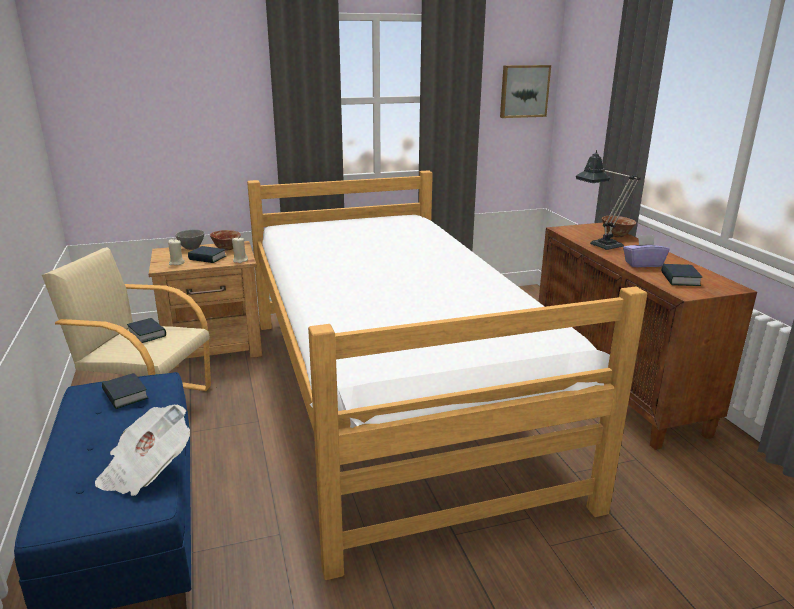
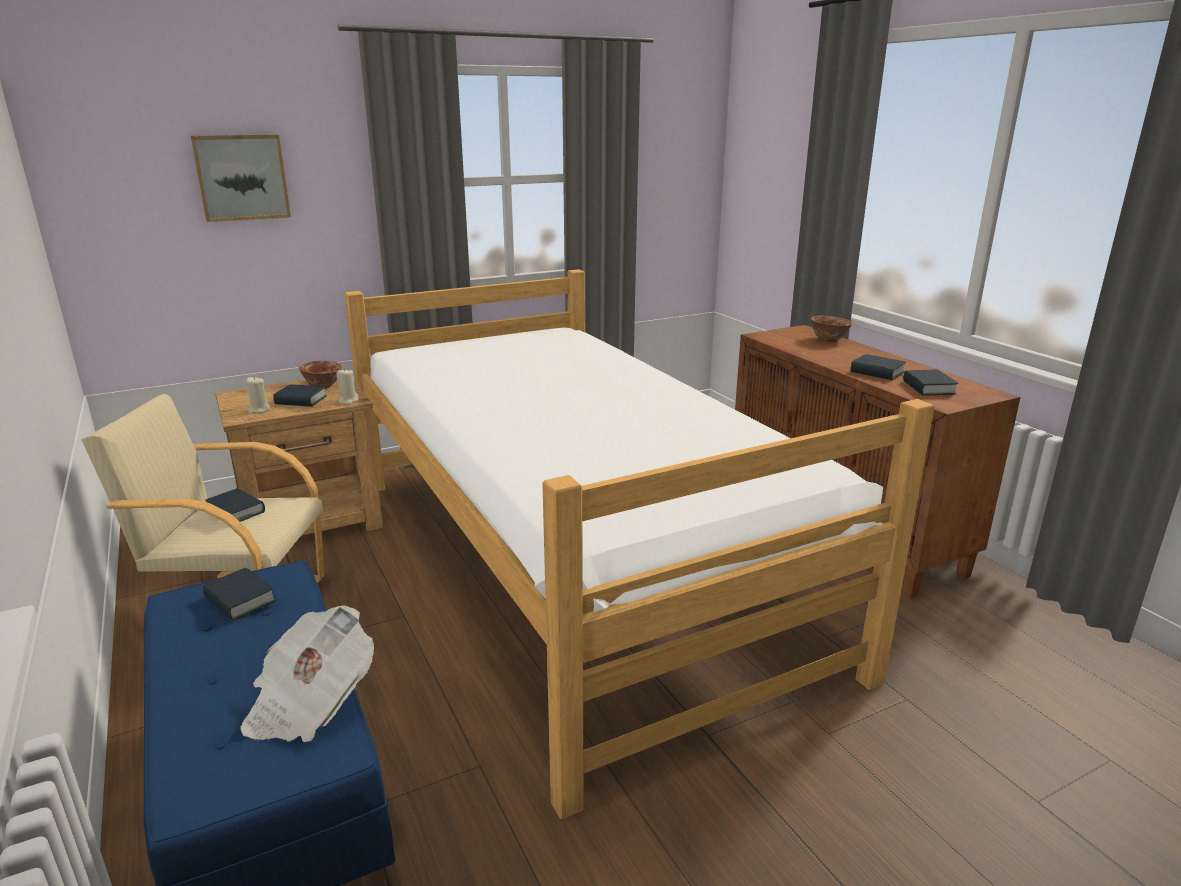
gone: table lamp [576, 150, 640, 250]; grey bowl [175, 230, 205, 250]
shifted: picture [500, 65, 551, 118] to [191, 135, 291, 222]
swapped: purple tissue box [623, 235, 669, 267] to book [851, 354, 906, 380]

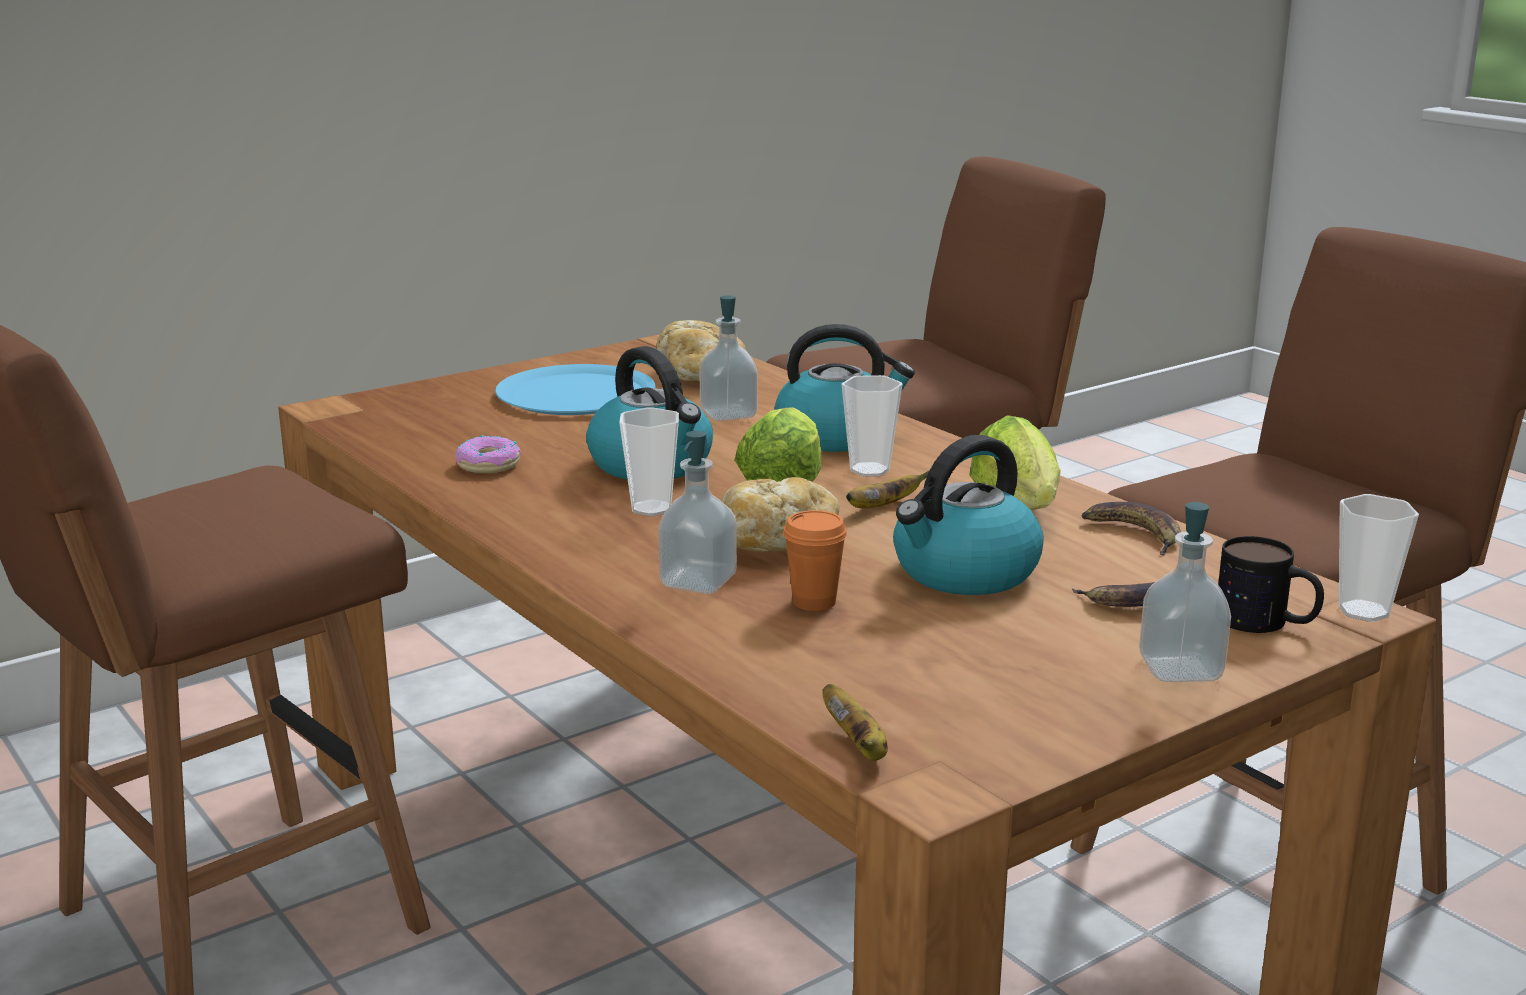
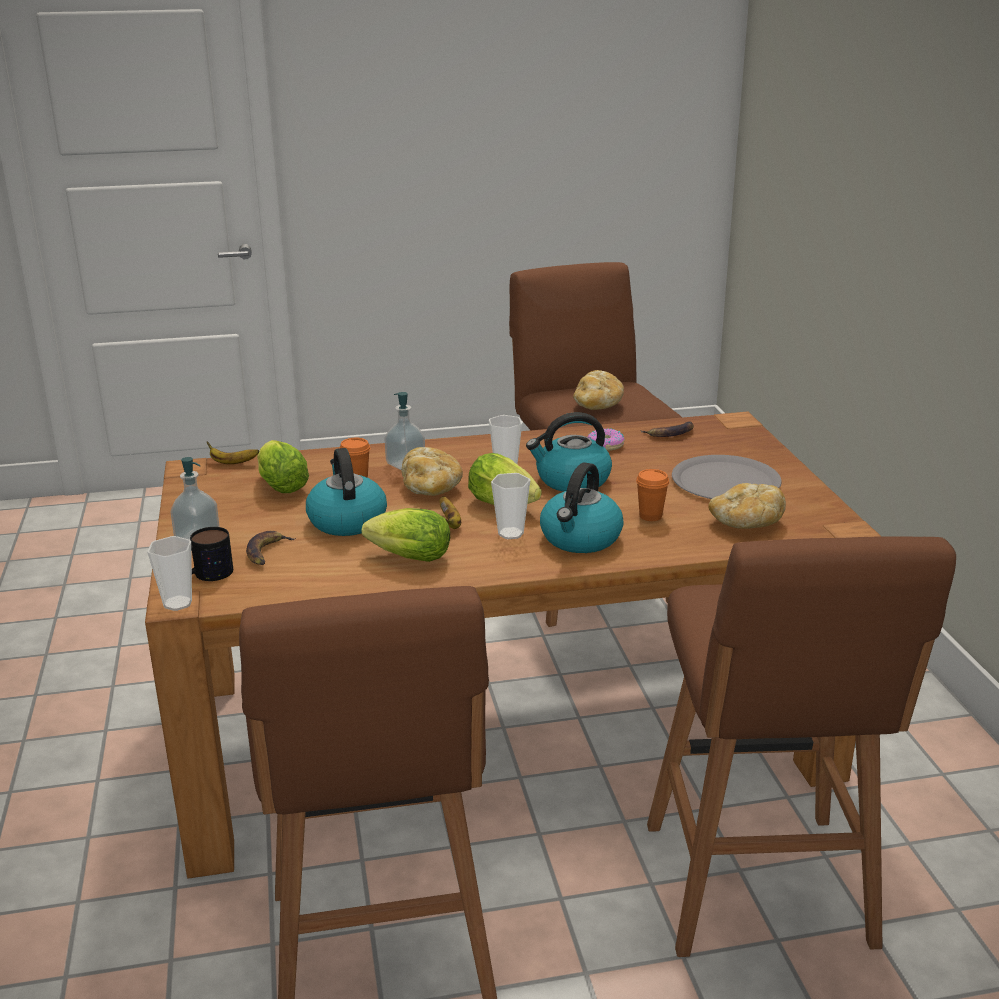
new: bread [573, 370, 624, 410]; lettuce [257, 440, 309, 493]
shifted: banana [1081, 502, 1181, 556] to [640, 421, 694, 437]
swapped: soap dispenser [699, 295, 758, 421] to orange cup [636, 469, 669, 521]
repainted: blue plate [495, 364, 656, 415] to grey plate [672, 455, 782, 499]

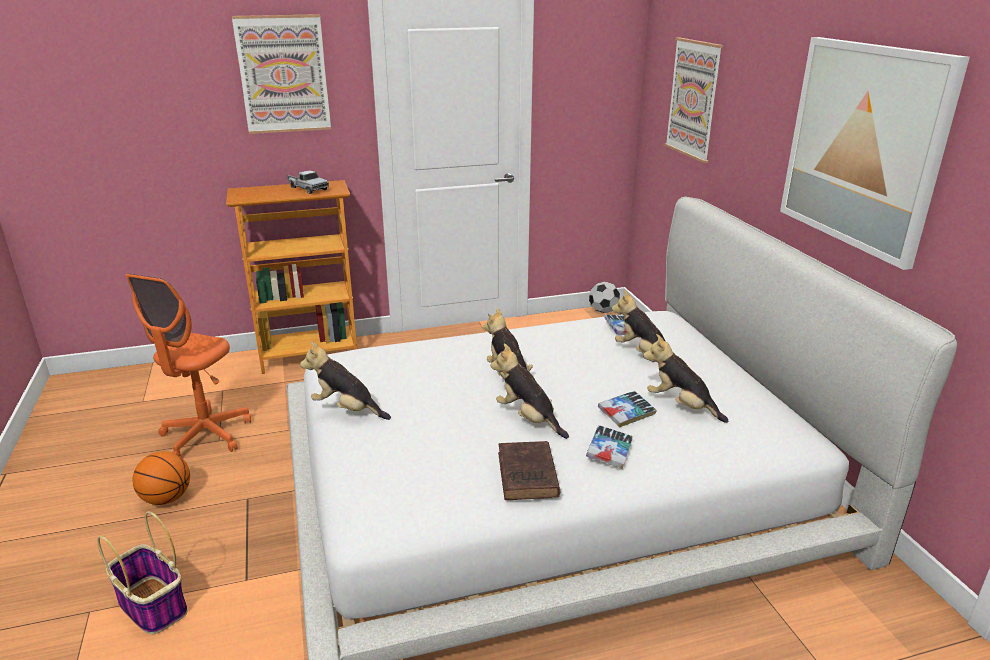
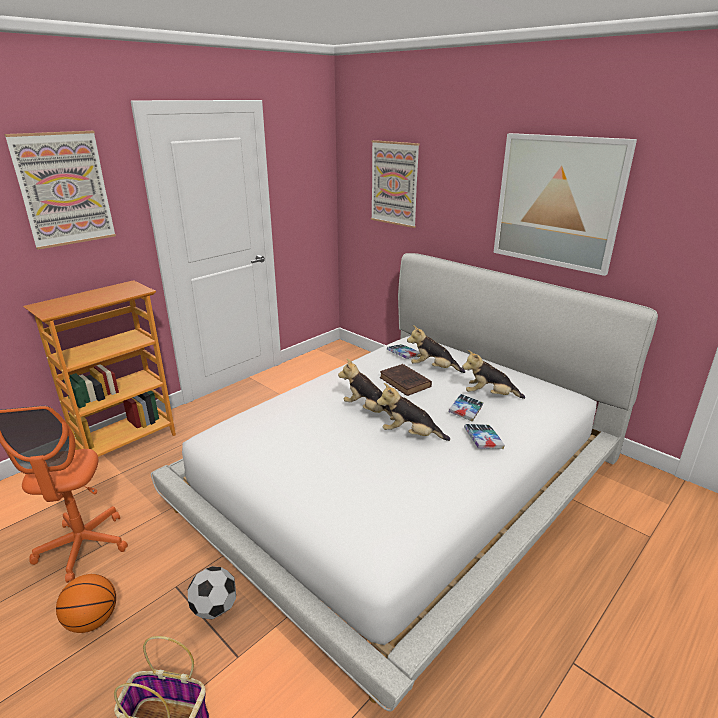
gone: toy truck [287, 171, 329, 194]; plush toy [300, 341, 391, 420]
shifted: football [589, 282, 620, 313] to [188, 566, 236, 620]; brown book [498, 441, 560, 500] to [380, 364, 432, 396]

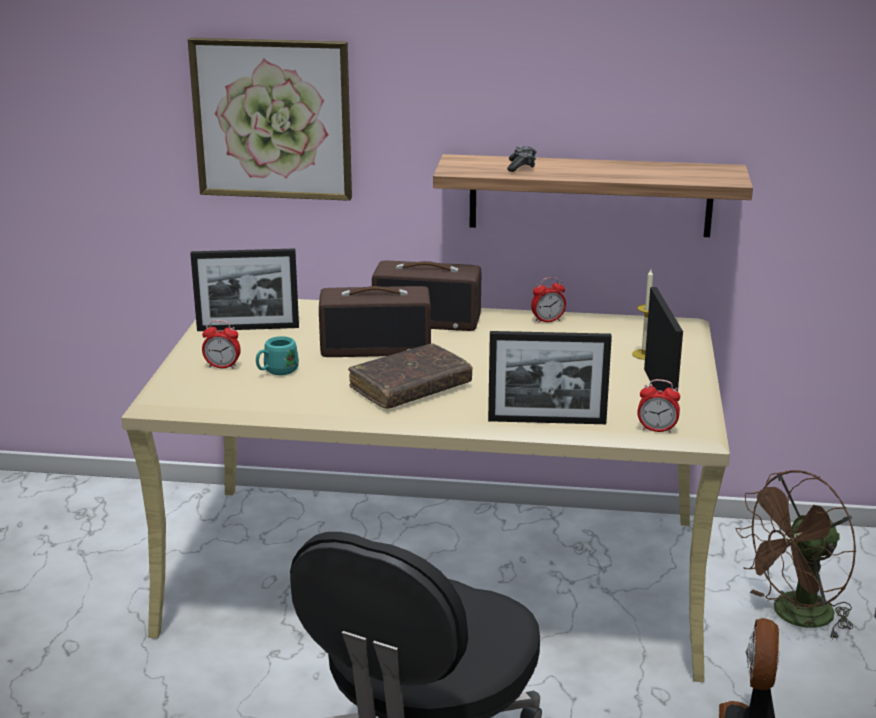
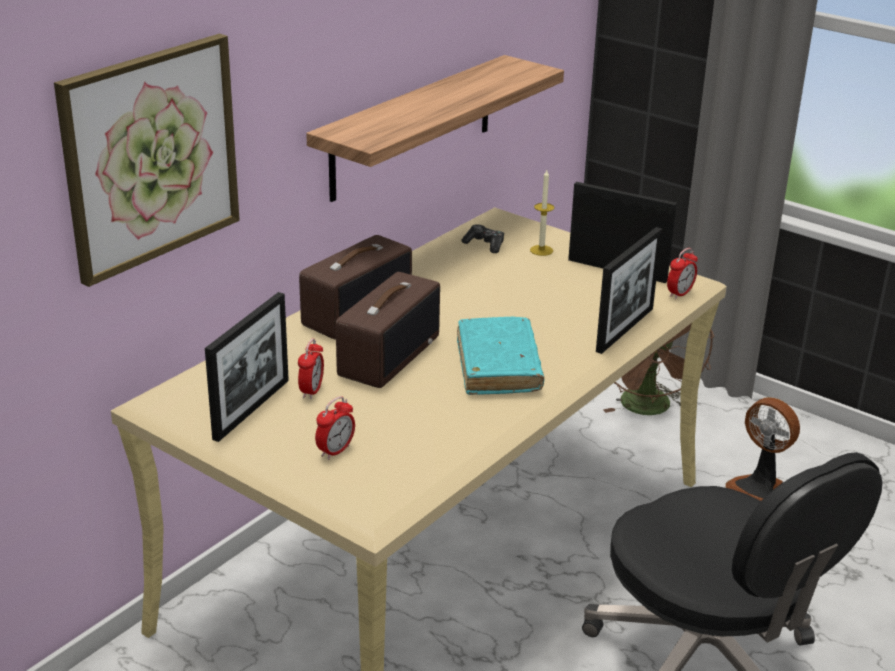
gone: turquoise mug [256, 336, 299, 375]
shifted: game controller [507, 146, 537, 172] to [461, 224, 504, 253]; alarm clock [531, 277, 566, 324] to [298, 338, 324, 399]
repainted: brown book [348, 343, 473, 409] to turquoise book [457, 317, 544, 395]

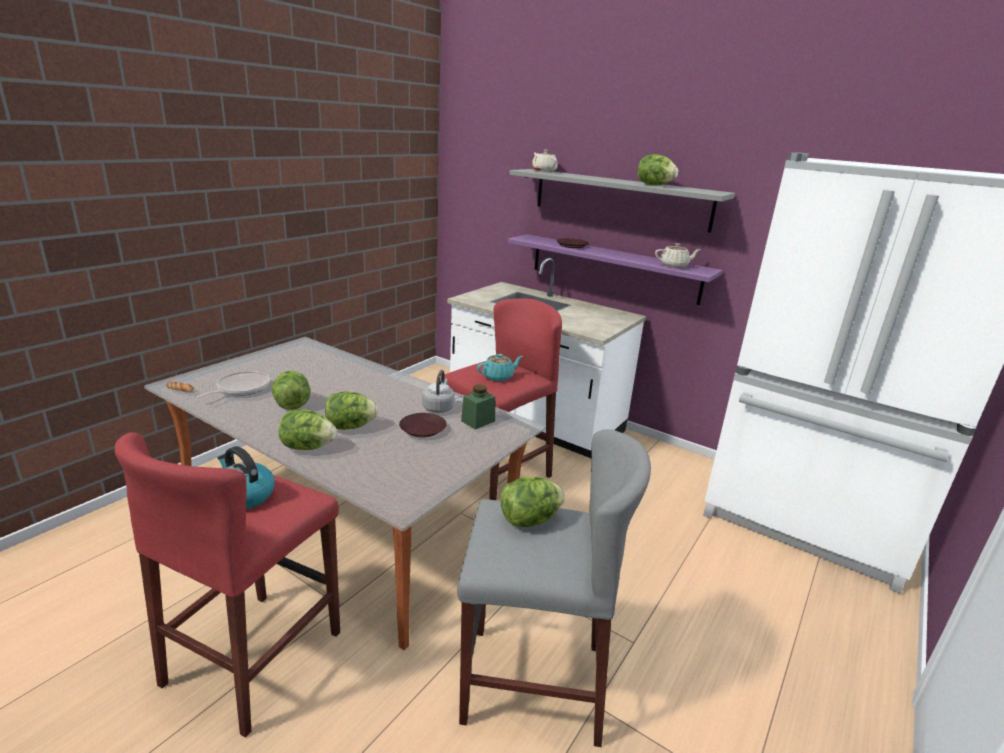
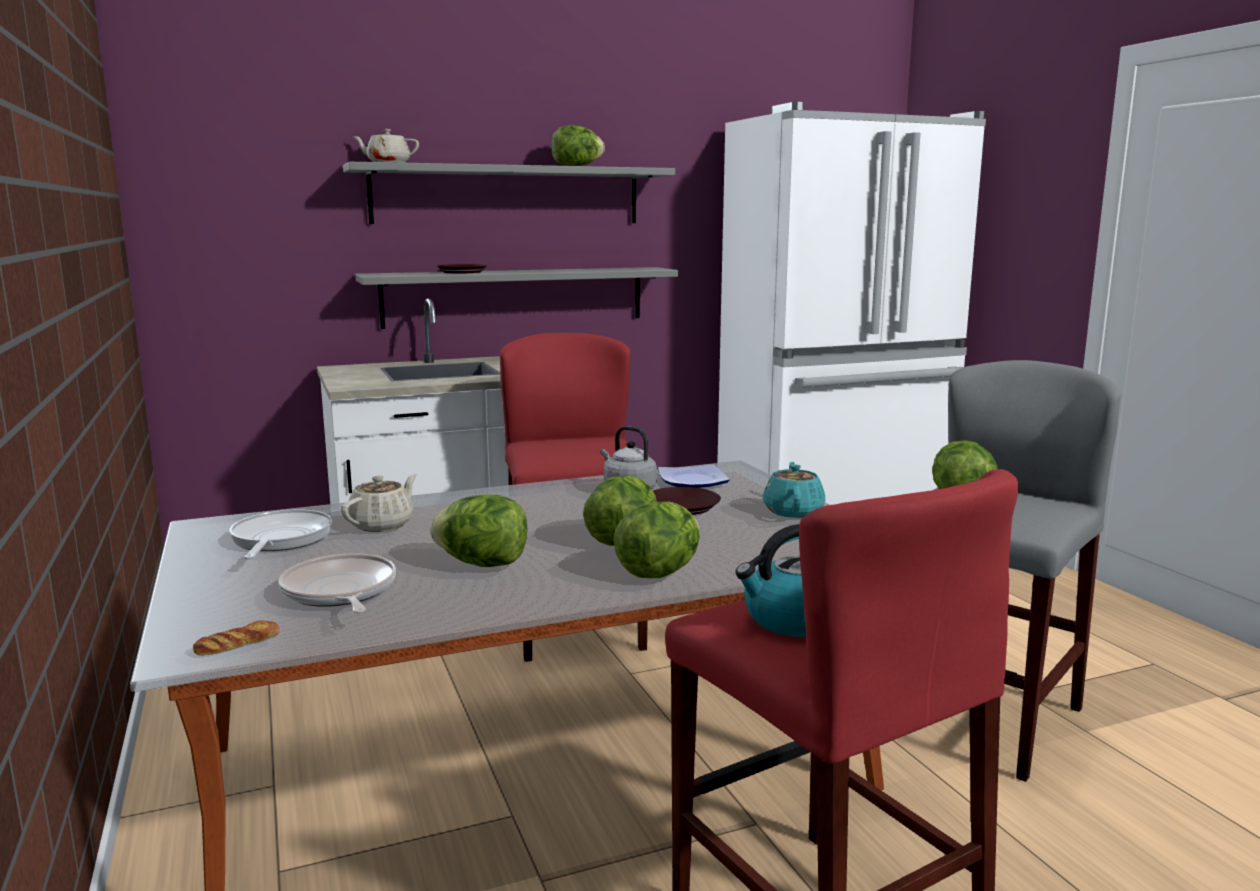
new: frying pan [229, 510, 332, 559]
shifted: beige teapot [655, 243, 701, 268] to [341, 474, 417, 532]; turquoise teapot [477, 354, 523, 381] to [763, 462, 825, 518]
swapped: green jar [461, 384, 495, 429] to plate [658, 464, 730, 488]
repainted: purple shelf [508, 234, 722, 305] to grey shelf [355, 267, 678, 329]

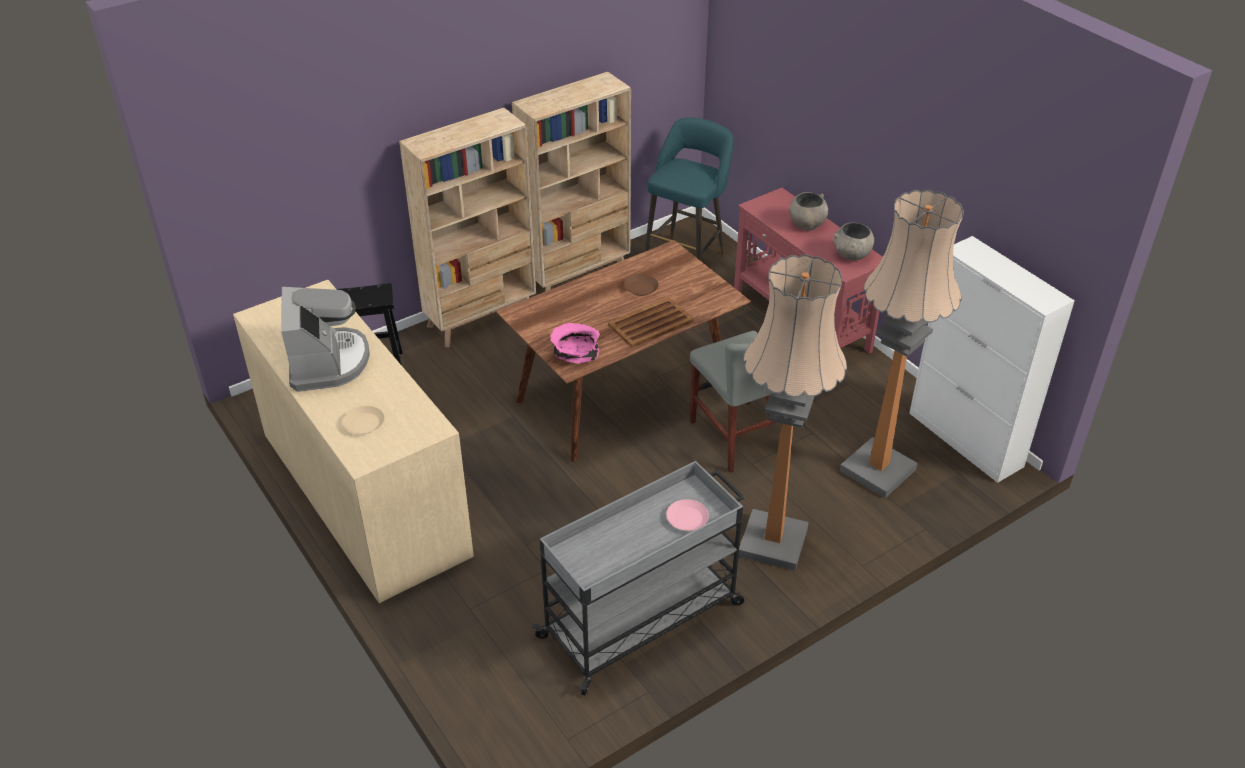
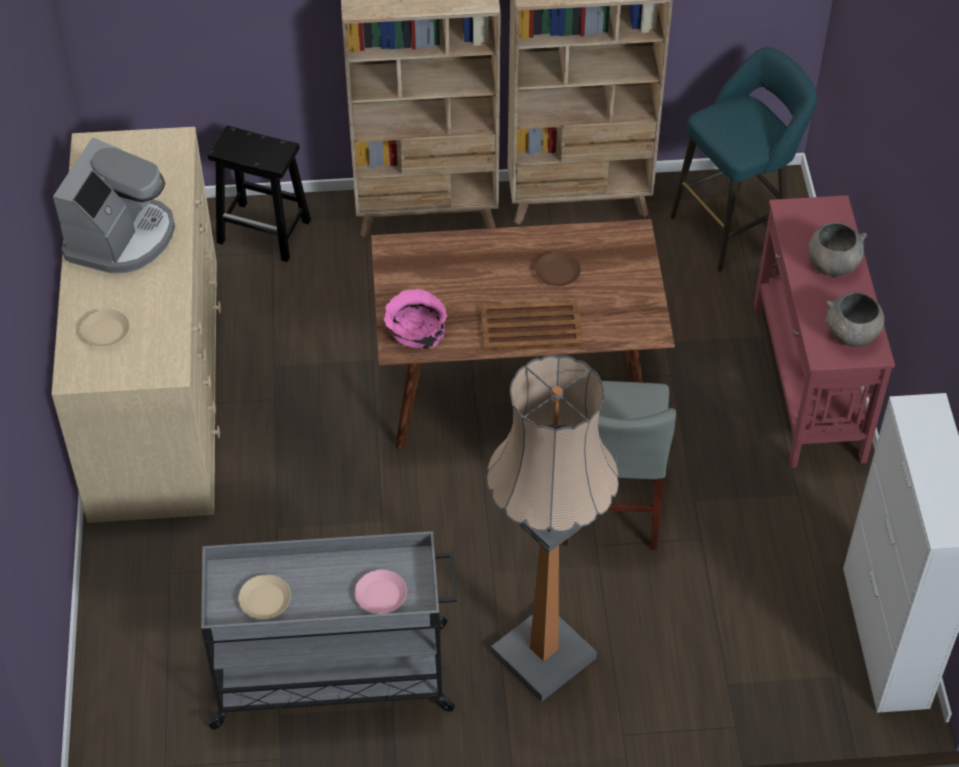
gone: floor lamp [840, 190, 964, 498]
new: beige plate [238, 575, 291, 619]

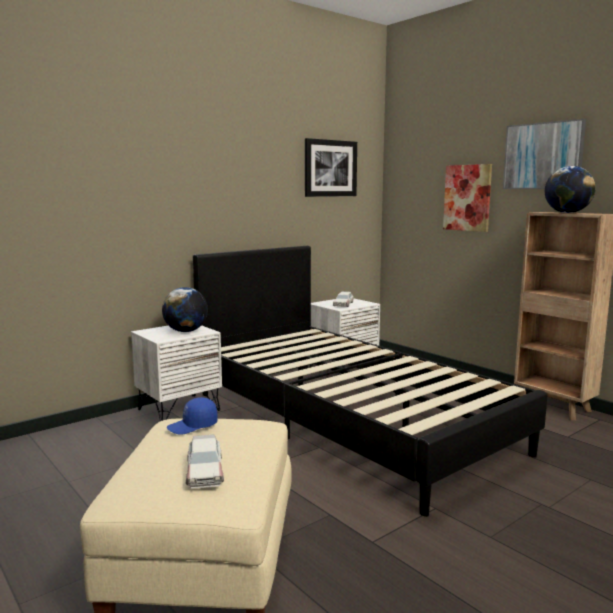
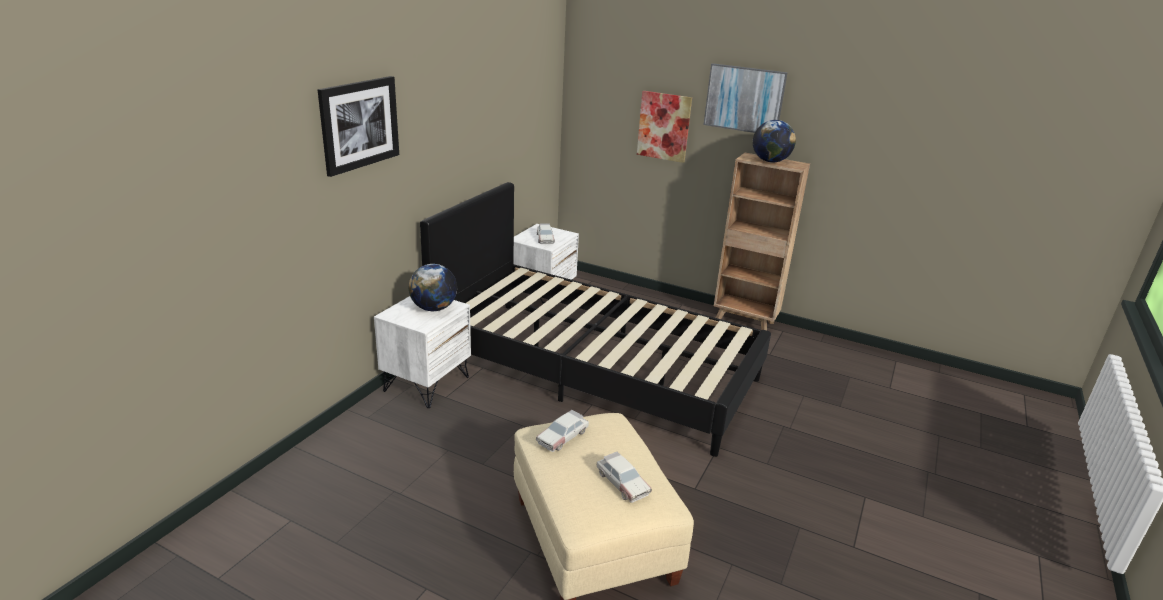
shifted: picture [305, 138, 357, 197] to [318, 76, 399, 177]
swapped: blue cap [167, 397, 218, 435] to toy car [536, 410, 589, 452]

